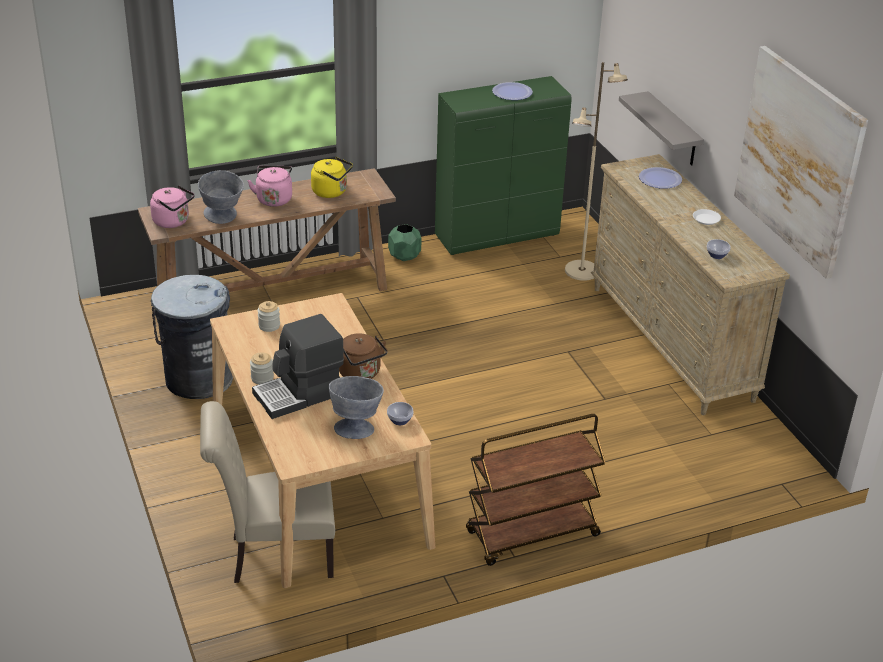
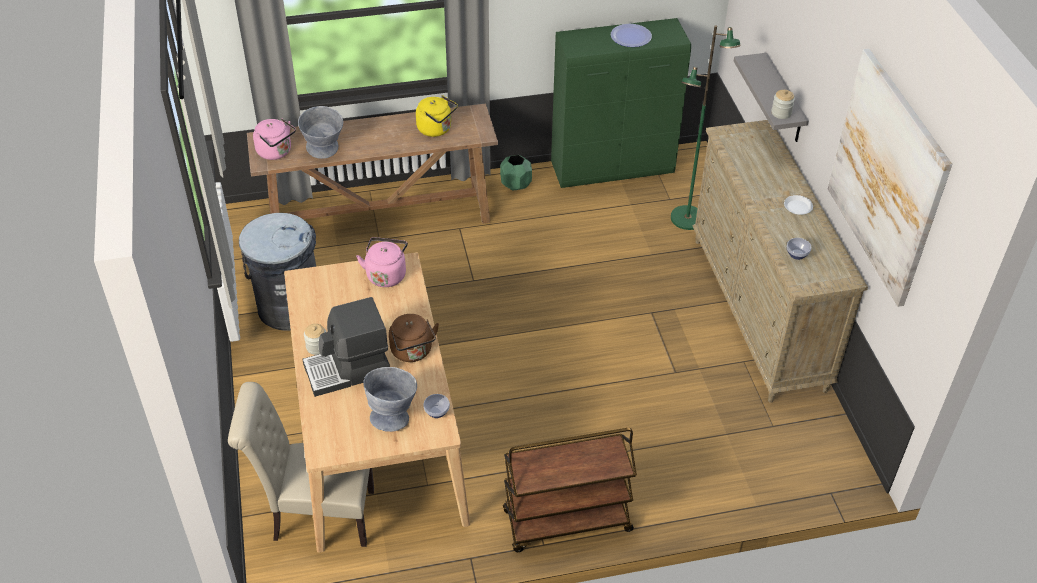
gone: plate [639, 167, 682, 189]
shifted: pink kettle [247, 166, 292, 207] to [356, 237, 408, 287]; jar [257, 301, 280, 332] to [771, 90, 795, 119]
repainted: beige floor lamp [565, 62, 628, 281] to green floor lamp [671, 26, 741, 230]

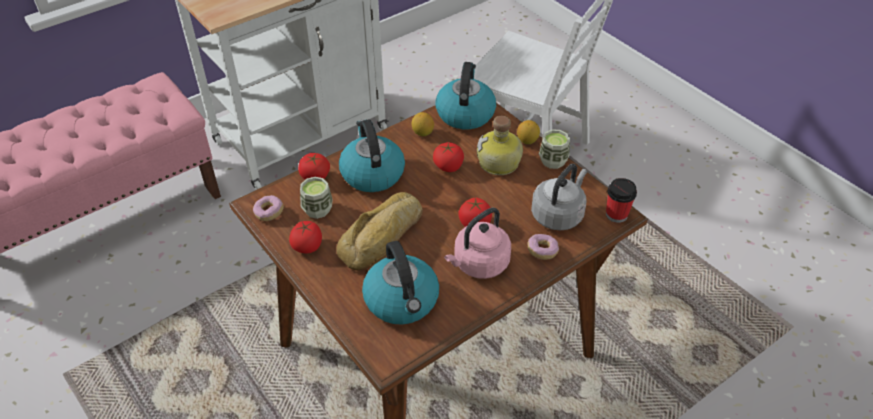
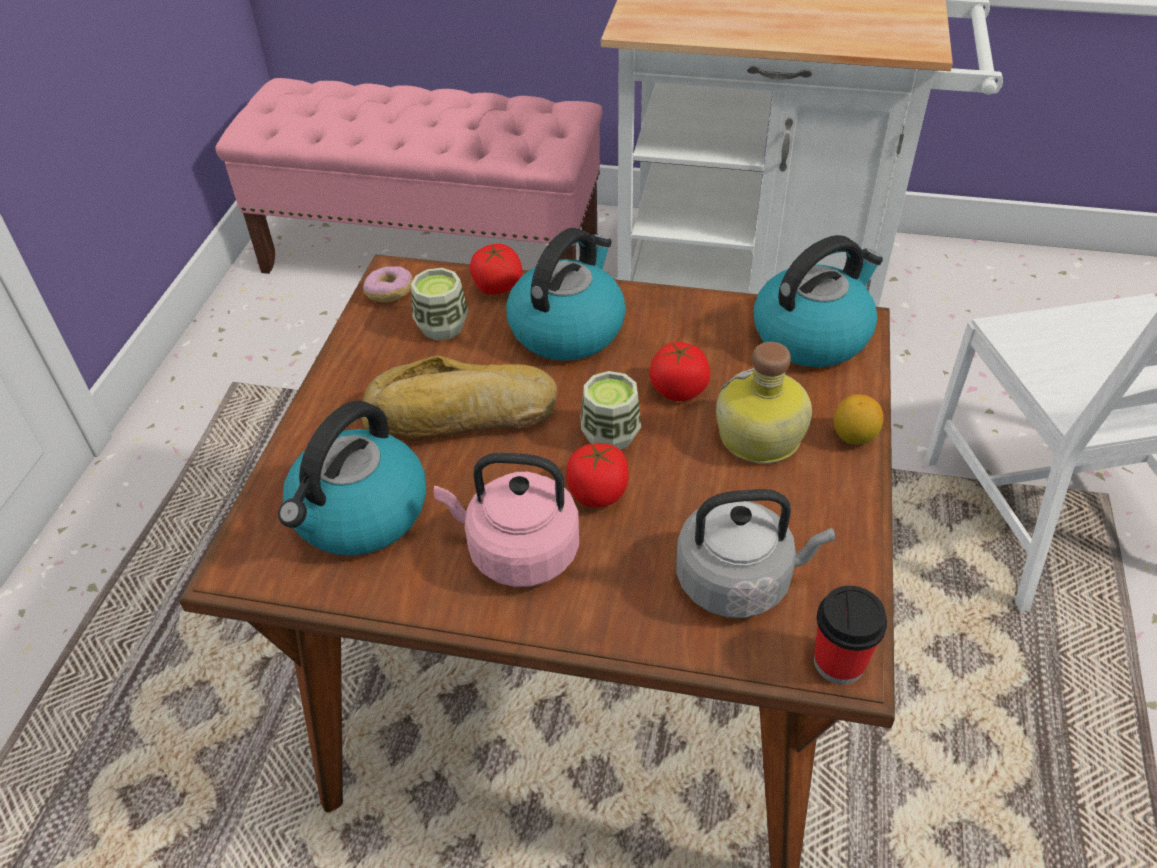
gone: lemon [411, 112, 434, 136]; tomato [289, 221, 322, 253]; donut [528, 234, 559, 260]
shifted: cup [539, 130, 570, 169] to [580, 371, 641, 450]

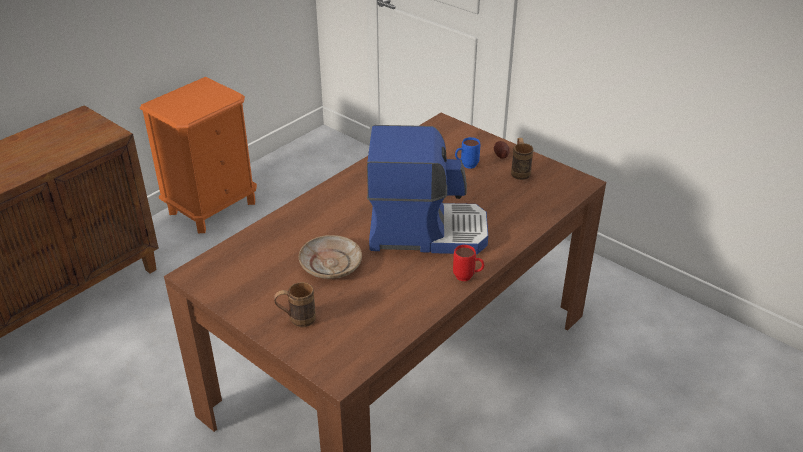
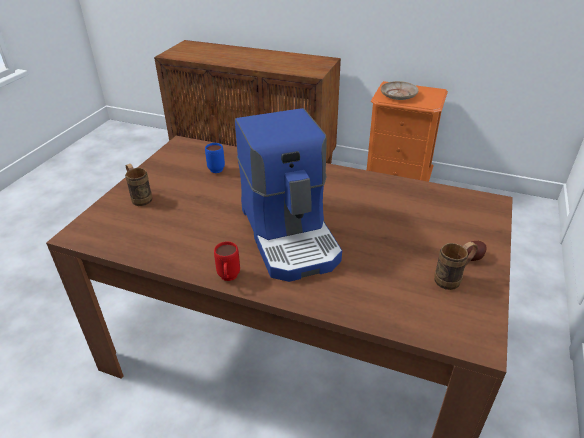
shifted: blue mug [455, 137, 480, 169] to [205, 143, 225, 173]; beige plate [299, 235, 362, 279] to [381, 81, 419, 100]

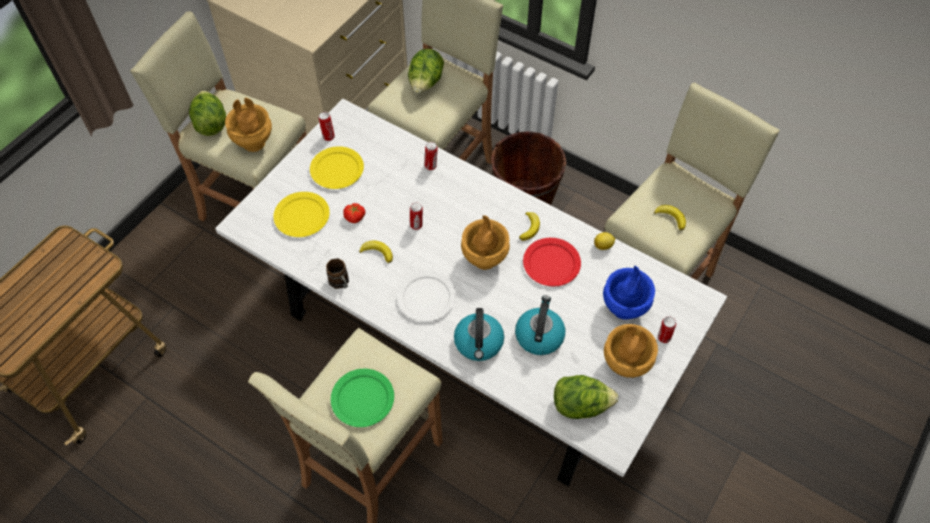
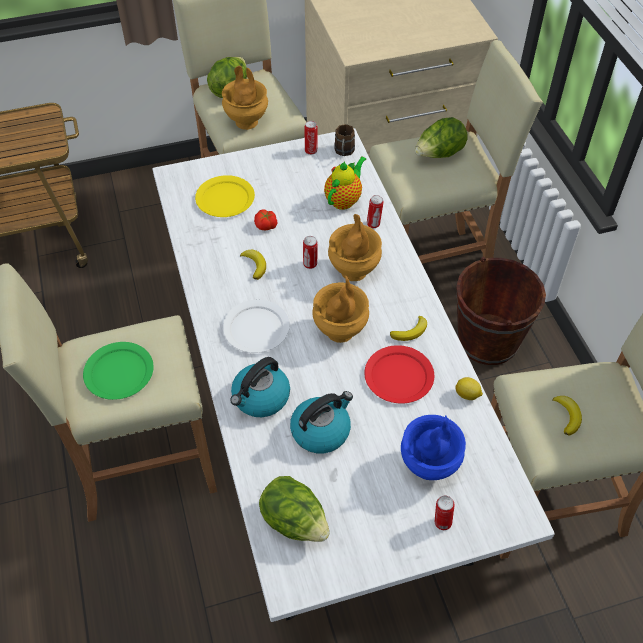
gone: yellow plate [310, 146, 364, 189]
new: teapot [324, 156, 366, 210]
shifted: brown mug [326, 258, 349, 289] to [334, 124, 355, 156]; brown vase [604, 324, 658, 378] to [328, 214, 382, 281]

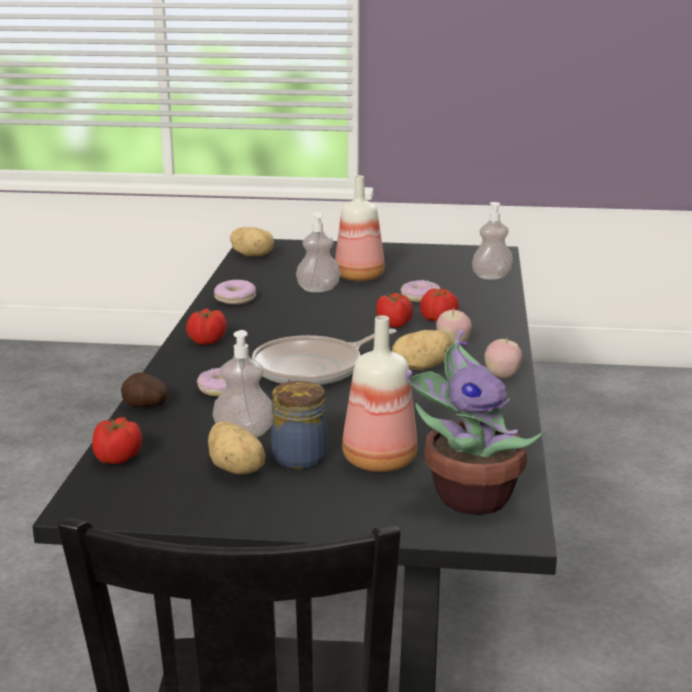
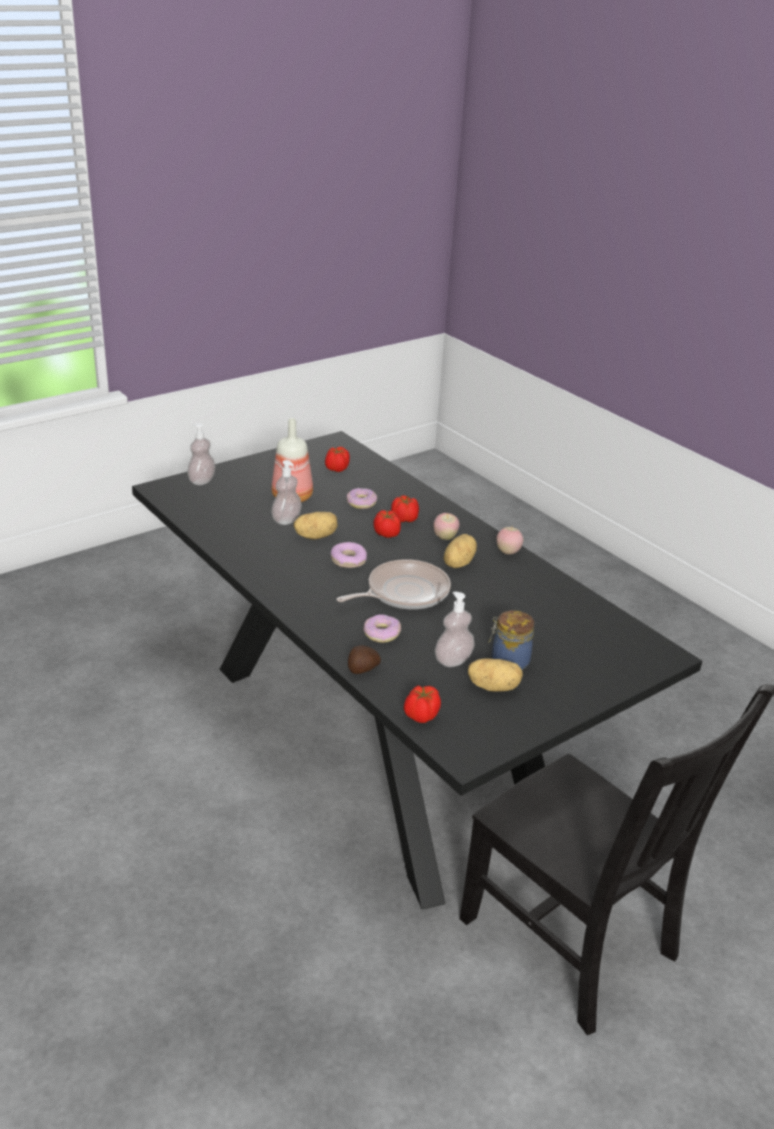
gone: bottle [342, 315, 417, 472]; potted plant [405, 329, 544, 515]
shifted: soap dispenser [472, 202, 513, 280] to [187, 423, 216, 485]; potato [230, 227, 274, 257] to [294, 512, 338, 540]; donut [214, 280, 256, 305] to [331, 542, 367, 568]; tomato [186, 308, 227, 345] to [325, 447, 350, 472]
rotated: frying pan [252, 329, 397, 386] = [337, 559, 451, 610] 135 degrees counterclockwise

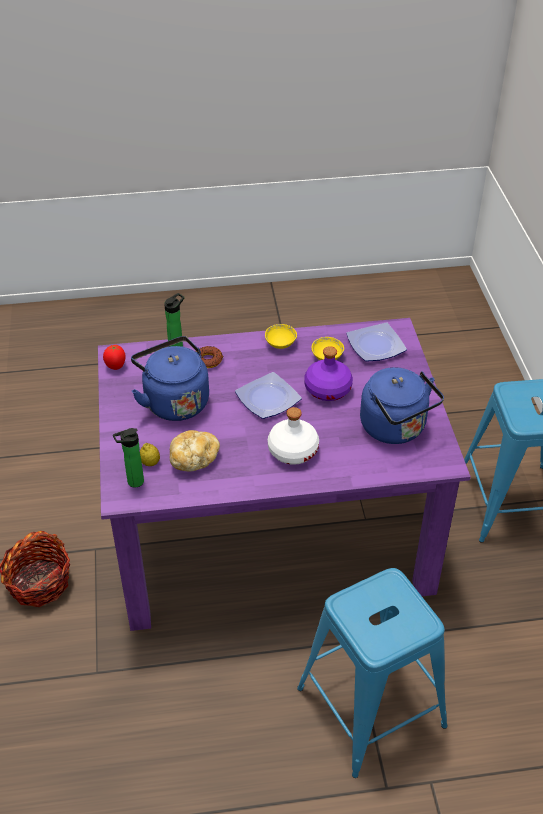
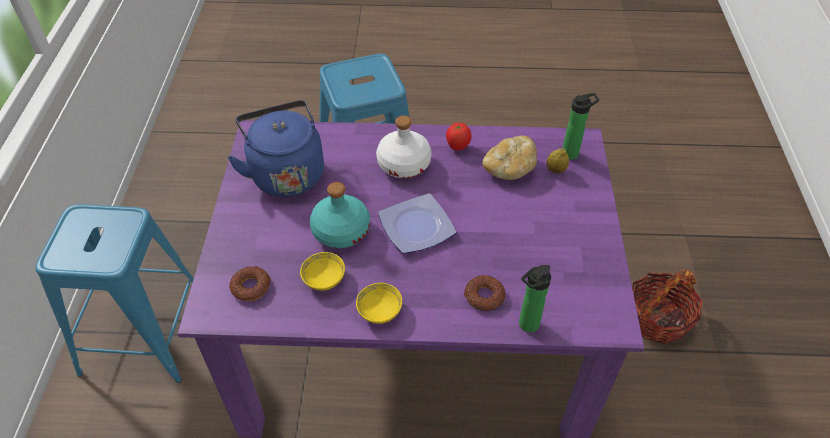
gone: blue kettle [131, 336, 209, 421]
shifted: tomato [103, 345, 126, 370] to [446, 123, 471, 150]
swapped: plate [346, 322, 407, 362] to donut [229, 266, 271, 301]
repainted: purple bottle [304, 346, 353, 401] to turquoise bottle [310, 182, 370, 248]

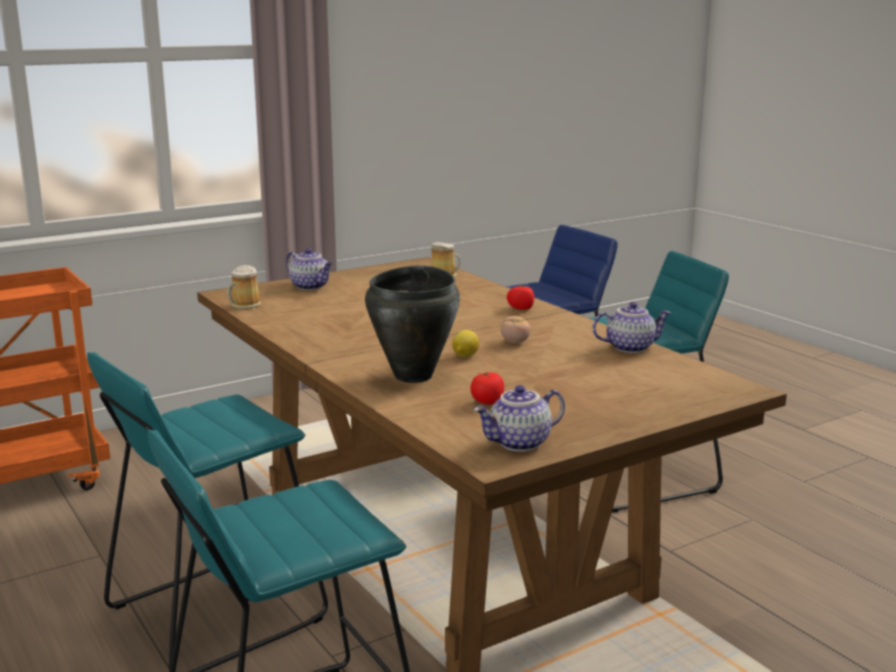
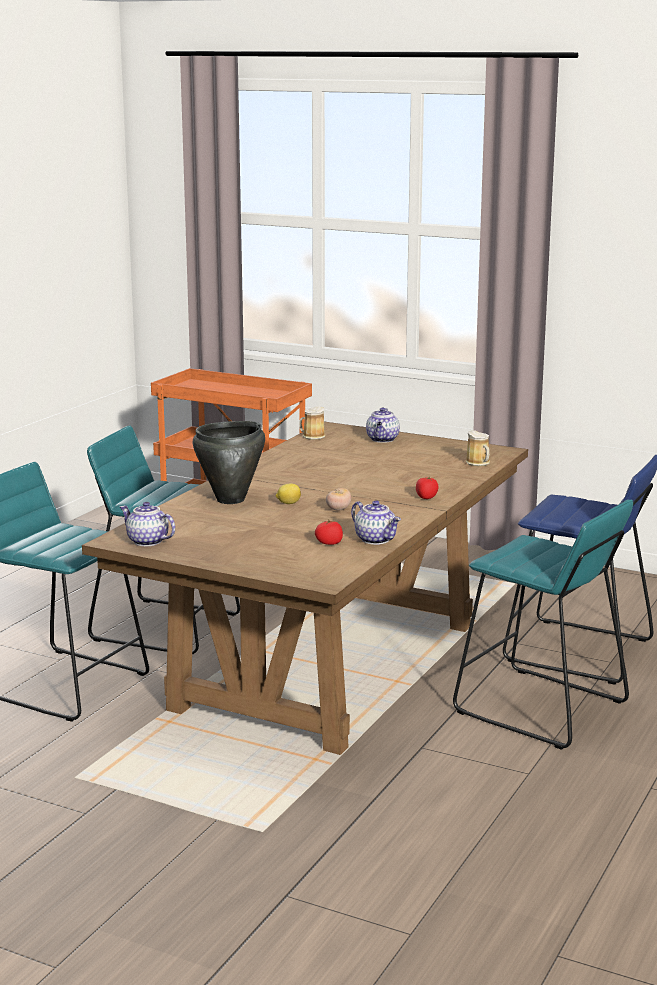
shifted: tomato [470, 372, 504, 405] to [315, 520, 343, 545]

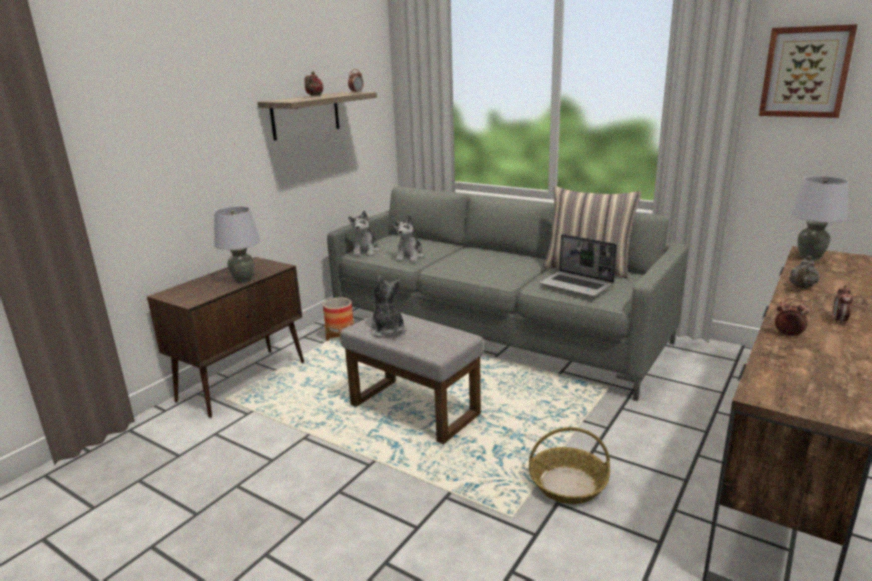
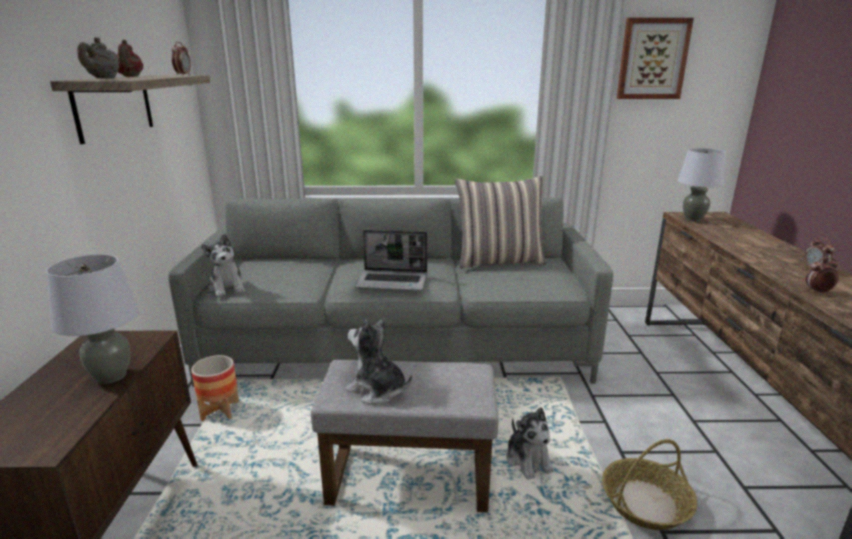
shifted: plush toy [392, 215, 424, 262] to [506, 407, 554, 480]; laptop [539, 234, 617, 297] to [355, 230, 427, 291]; grey teapot [789, 256, 819, 288] to [77, 37, 119, 79]

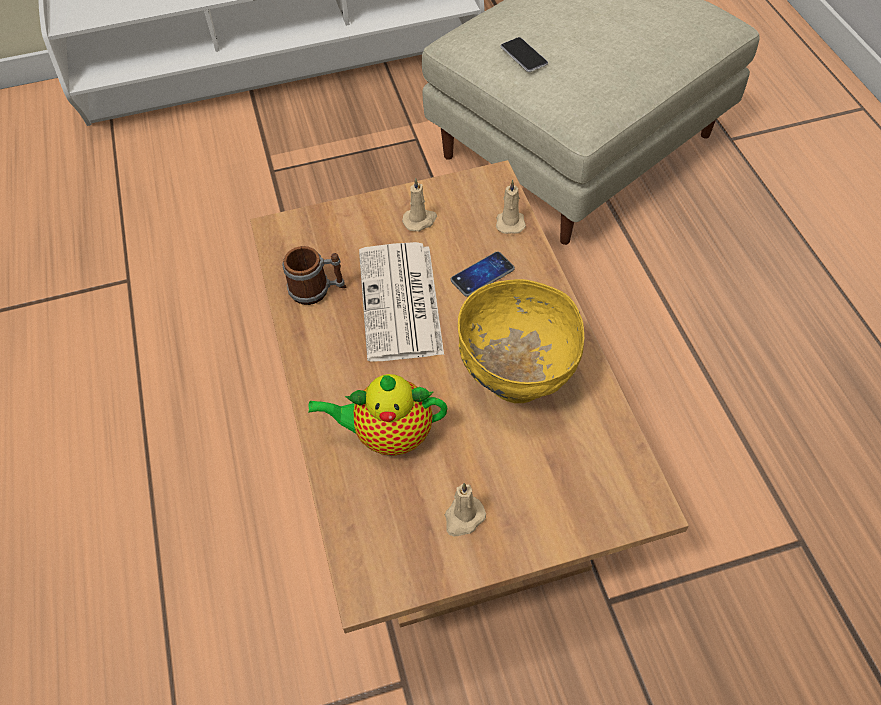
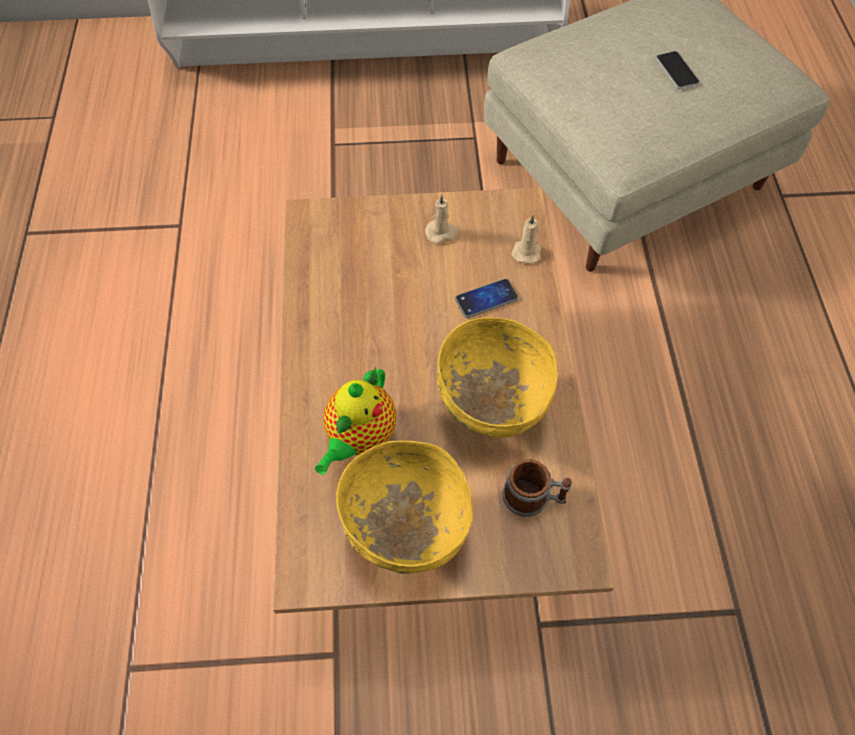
gone: newspaper [359, 242, 444, 362]
shifted: phone [501, 37, 548, 72] to [656, 51, 699, 89]; mug [282, 246, 347, 305] to [502, 459, 572, 517]
swapped: beige candle [445, 483, 486, 536] to yellow bowl [336, 440, 473, 574]
rotated: teapot [308, 374, 447, 456] = [315, 367, 396, 475] 75 degrees counterclockwise

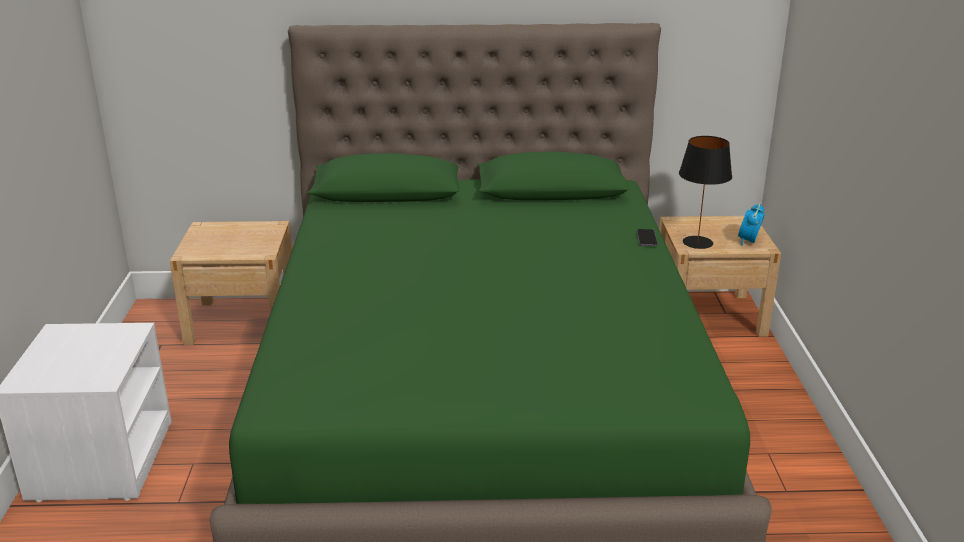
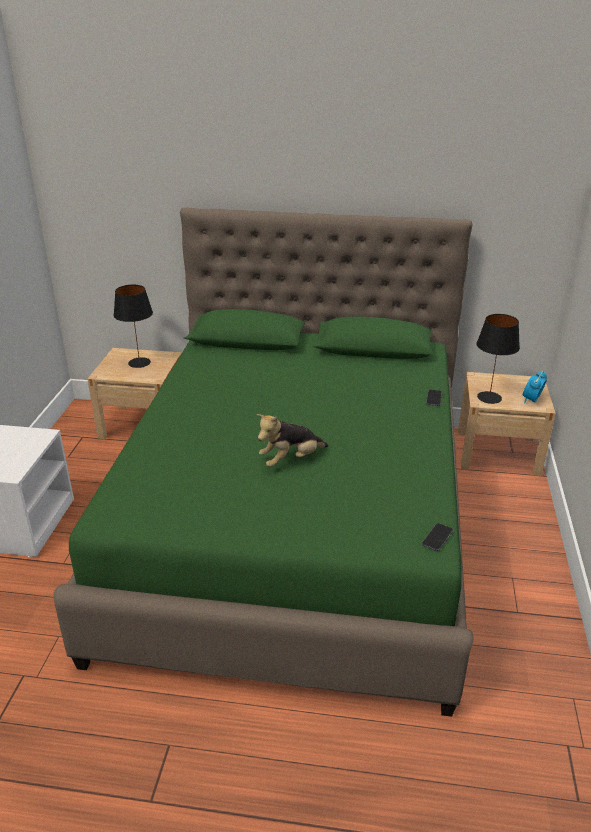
new: black table lamp [114, 285, 153, 368]; plush toy [257, 414, 328, 467]; phone [422, 523, 453, 551]

